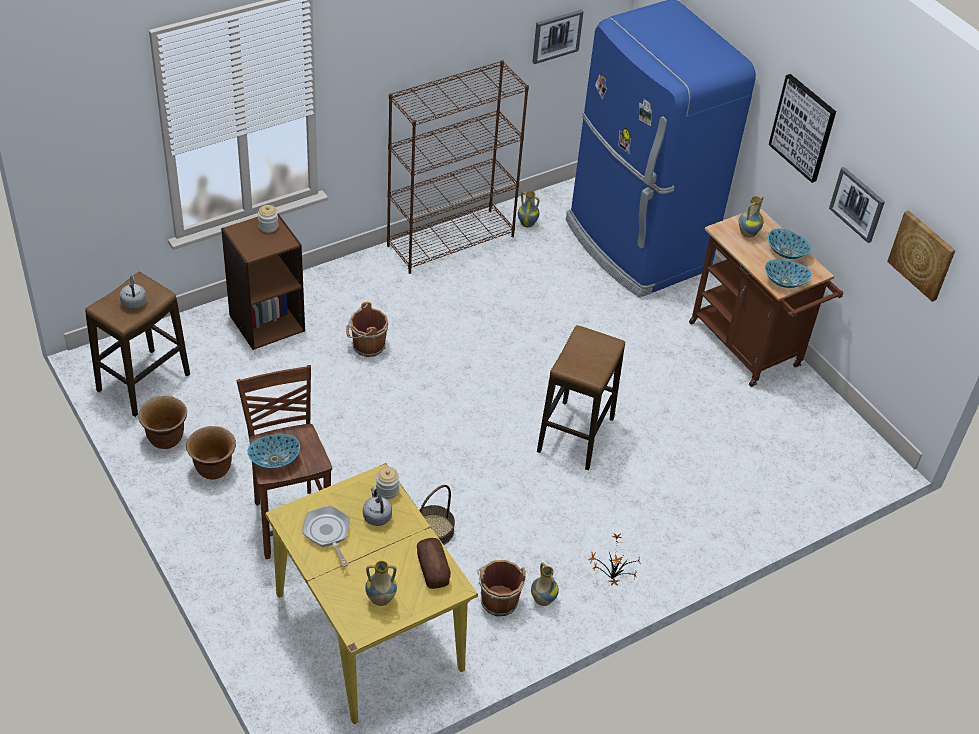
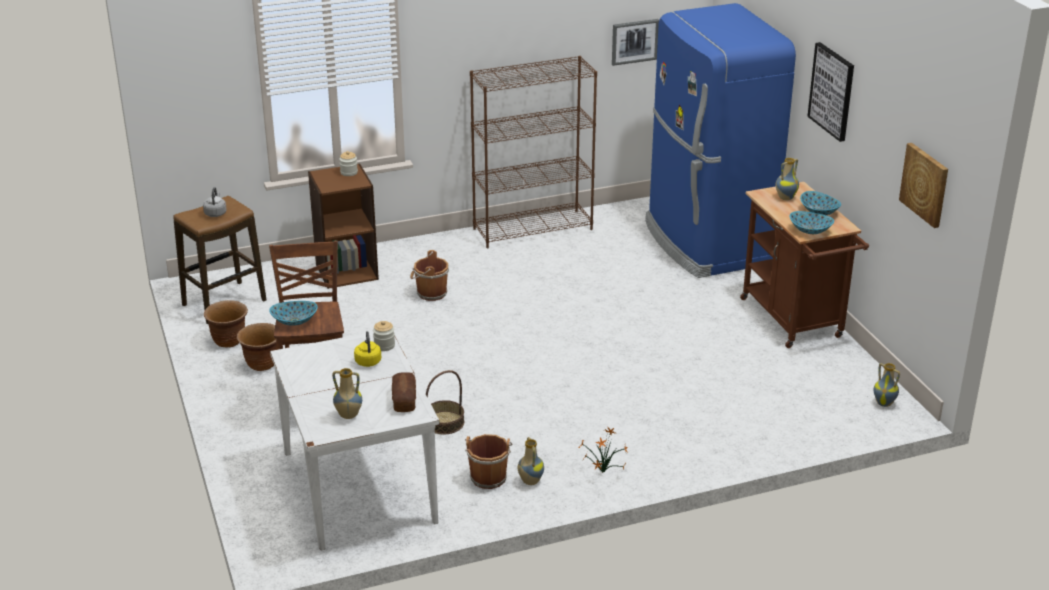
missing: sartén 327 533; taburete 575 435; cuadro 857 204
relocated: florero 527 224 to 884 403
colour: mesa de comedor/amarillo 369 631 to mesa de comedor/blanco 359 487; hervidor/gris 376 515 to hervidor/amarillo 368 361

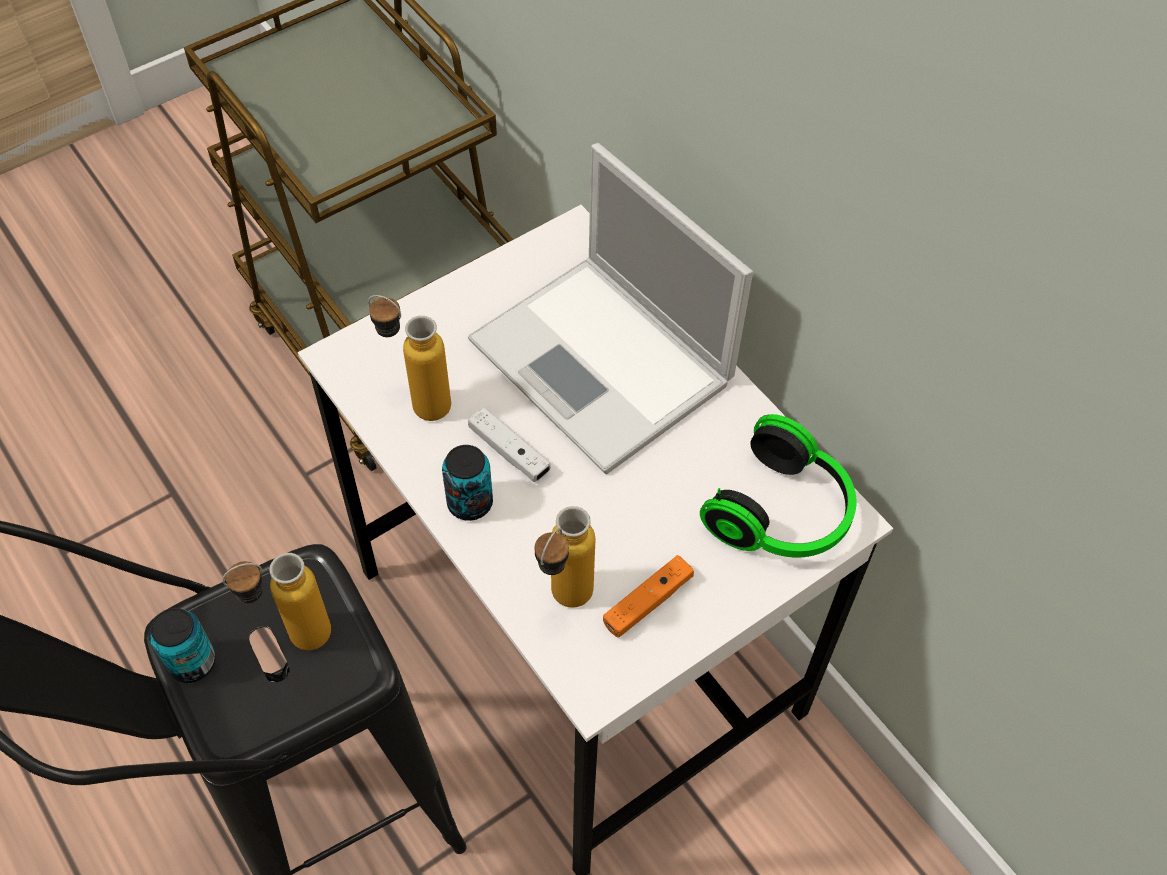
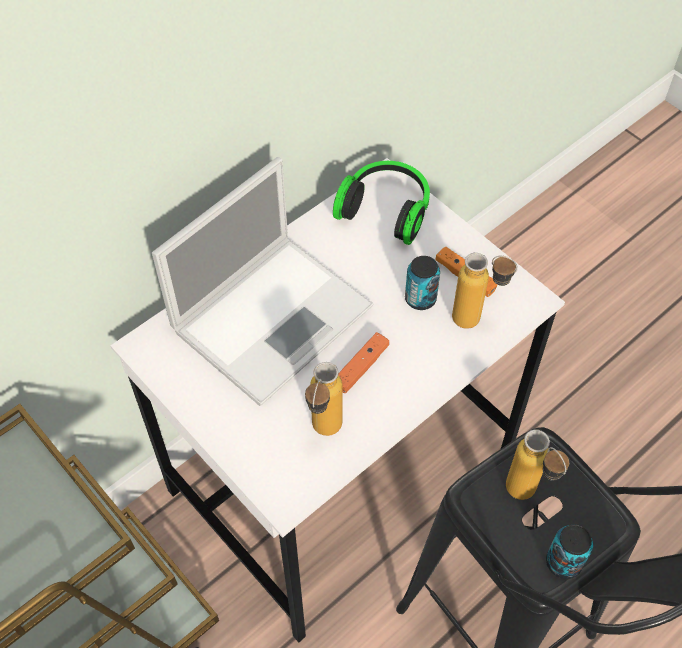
relocated: lata 470 503 to 420 298
colour: mando de consola/blanco 509 452 to mando de consola/naranja 361 367

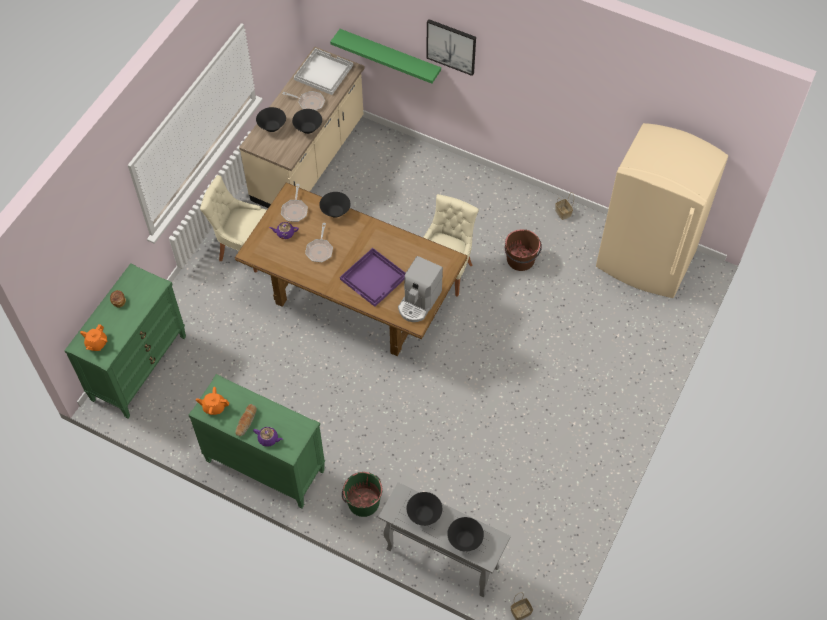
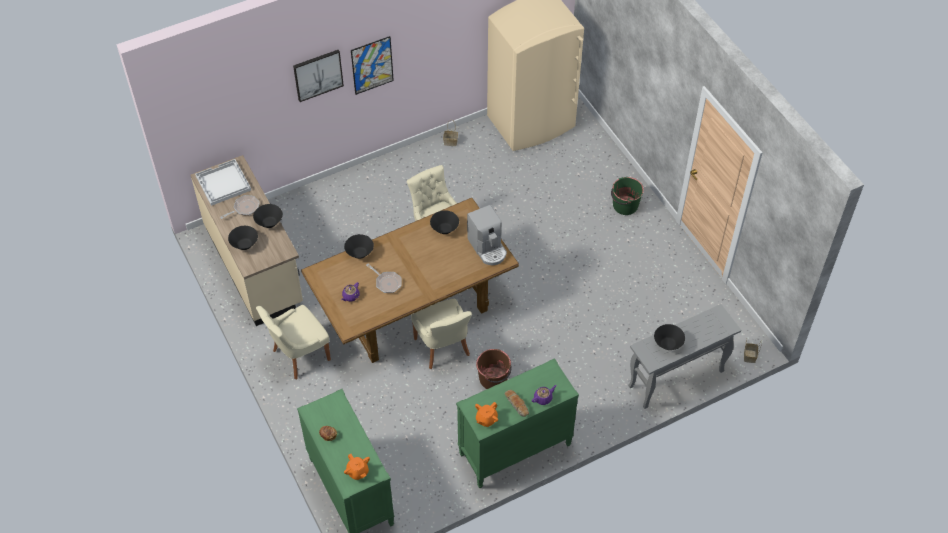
missing: sartén 295 210; estante/verde 390 55; bandeja/morado 374 278
appeared: cuadro 372 65; silla/beis 443 348
relocated: cubo/verde 363 502 to 624 205; cuenco/negro 465 539 to 444 229; cubo/marrón 520 260 to 493 379

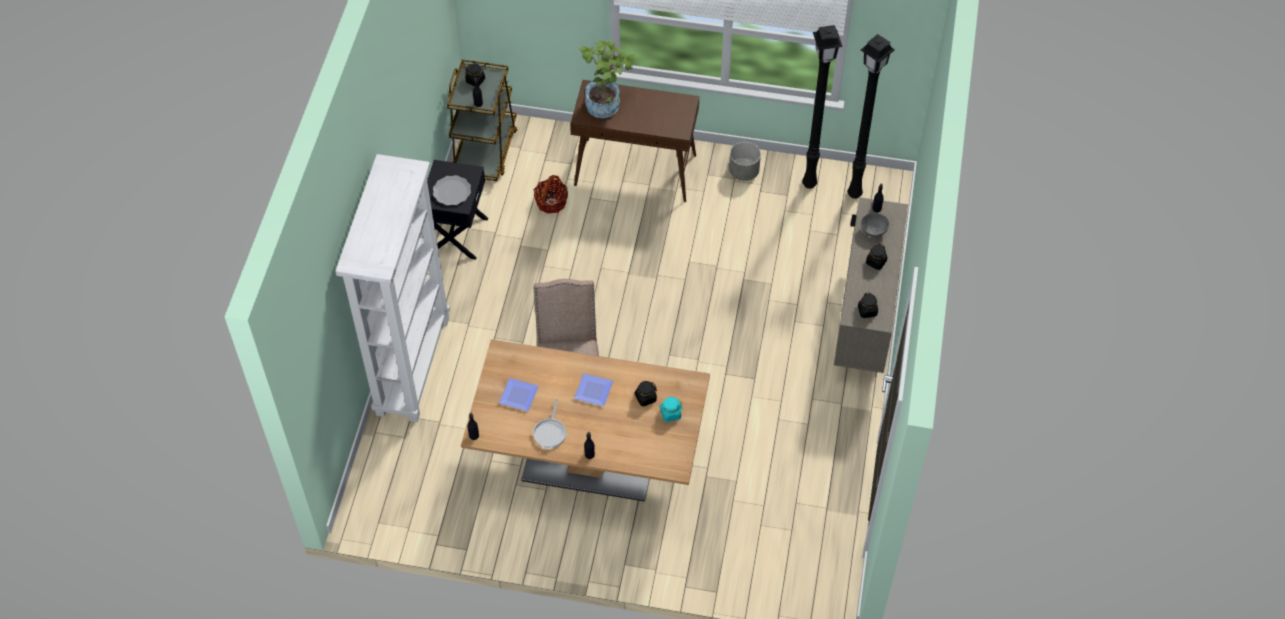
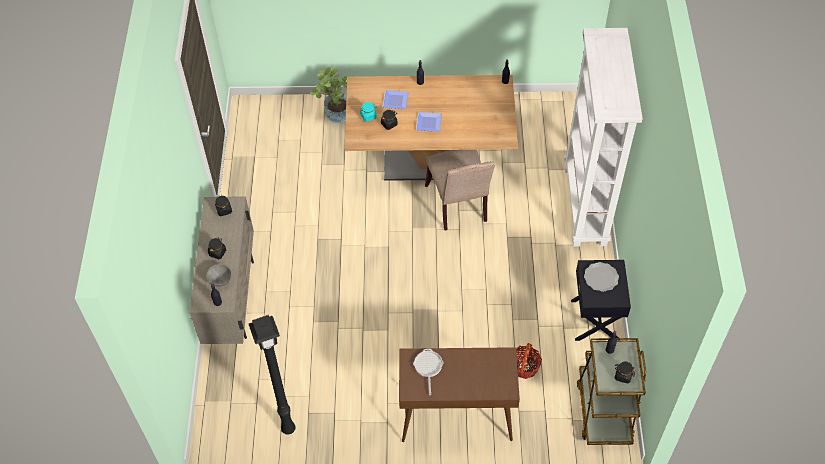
missing: maceta/gris 744 172; lámpara de pie/negro 854 193
relocated: plato 520 395 to 394 101; sartén 550 432 to 428 367; planta en maceta 607 103 to 335 116

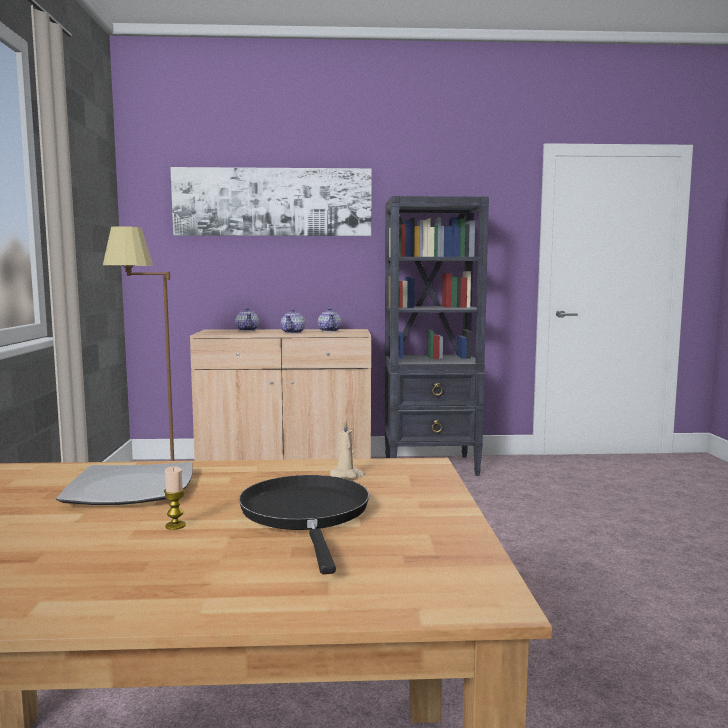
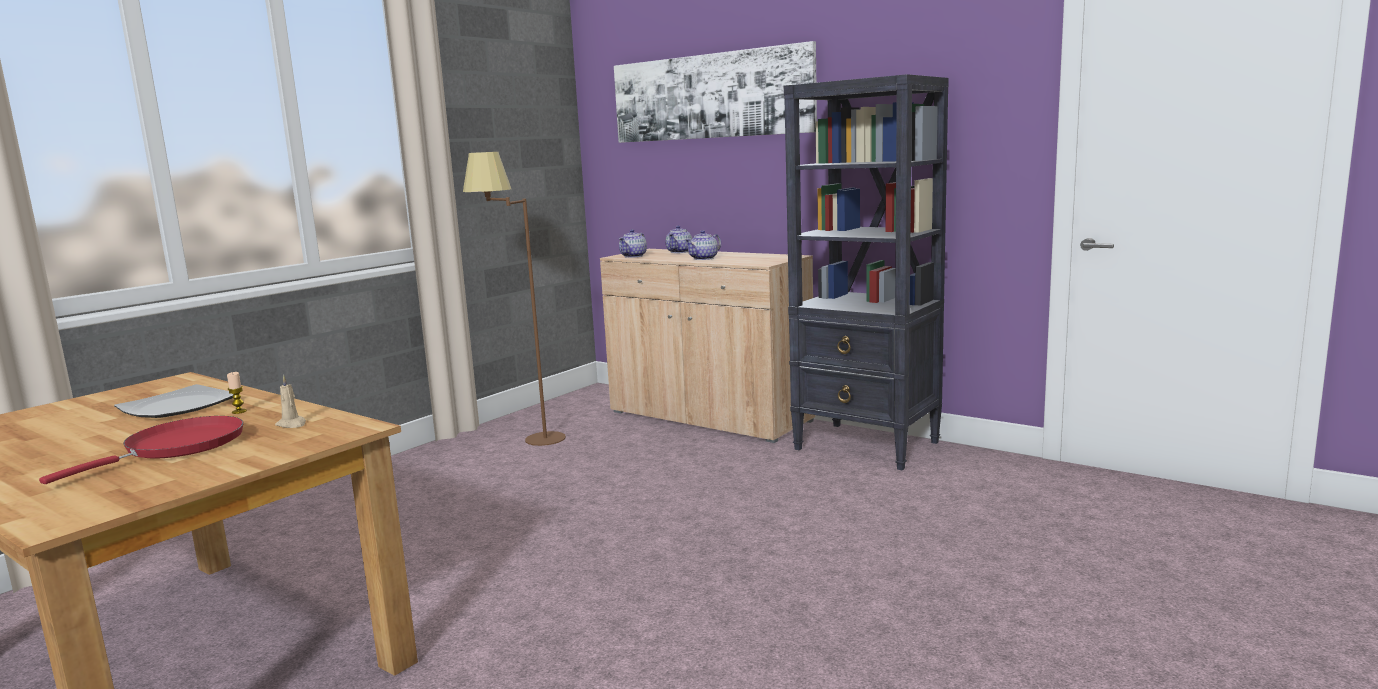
relocated: vela 175 526 to 239 411; tetera 330 331 to 634 256
colour: sartén/negro 306 514 to sartén/rojo 178 447

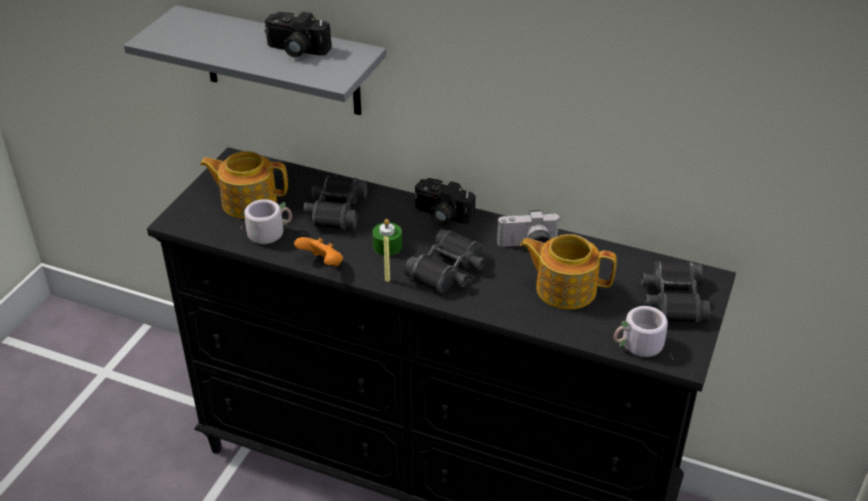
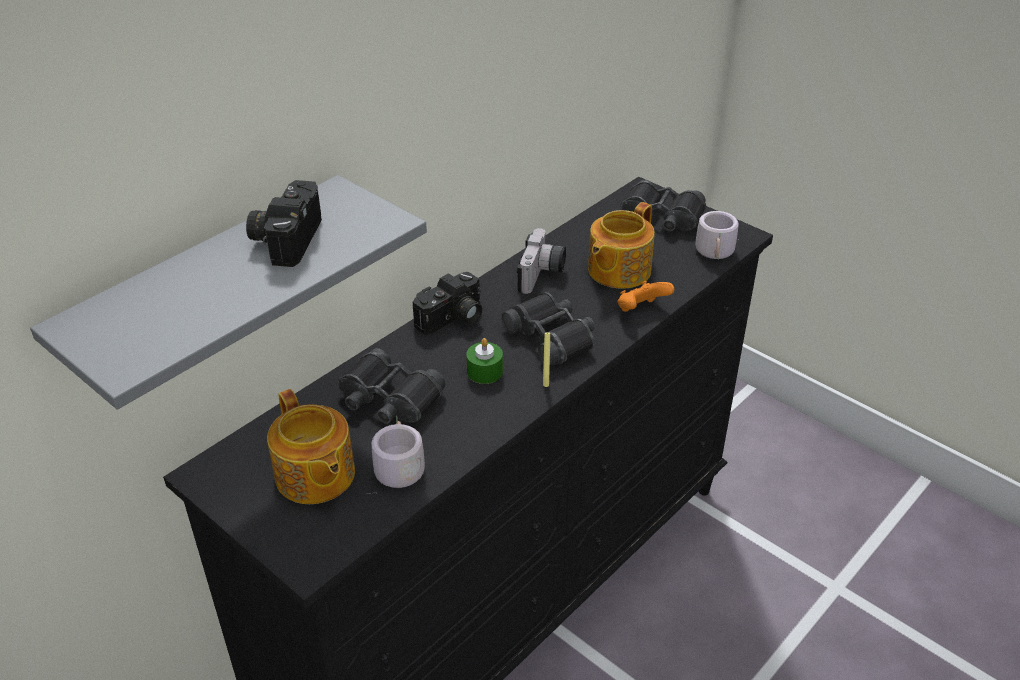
relocated: mando de consola/naranja 322 263 to 641 310
spun: tetera 248 201 = 315 476 60 degrees counterclockwise; cámara 296 50 = 286 238 150 degrees clockwise

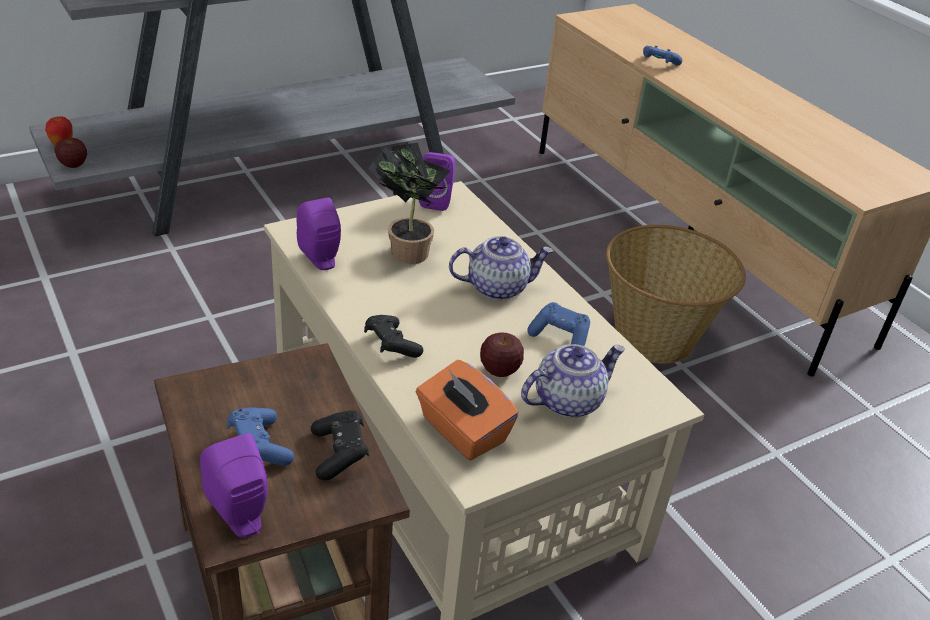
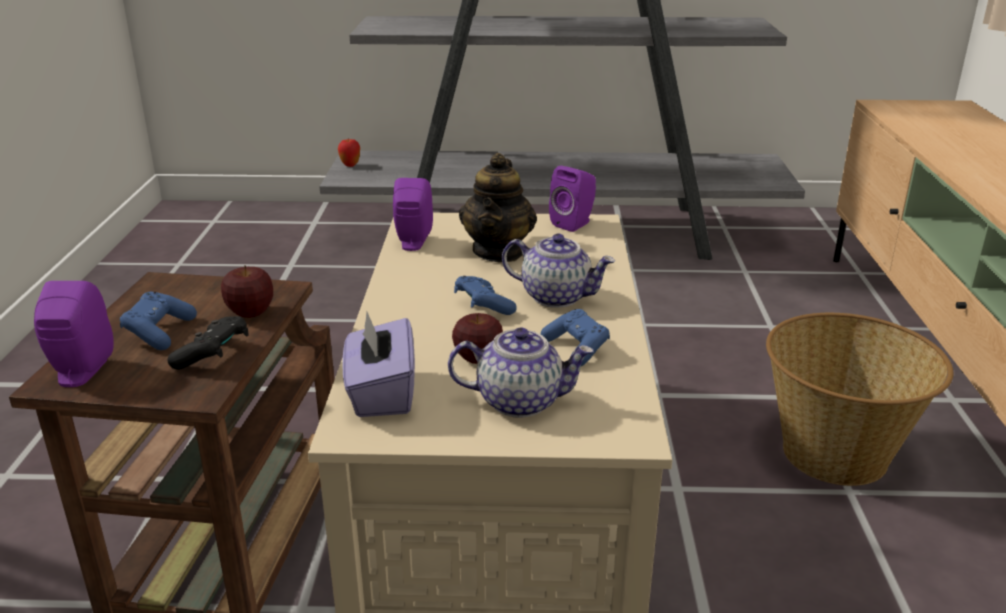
missing: mando de consola/negro 391 346
relocated: manzana 73 165 to 250 313; mando de consola/azul 658 63 to 483 307
exchanged: planta en maceta 406 250 to tetera 498 252
colour: caja de pañuelos/naranja 462 431 to caja de pañuelos/morado 381 393

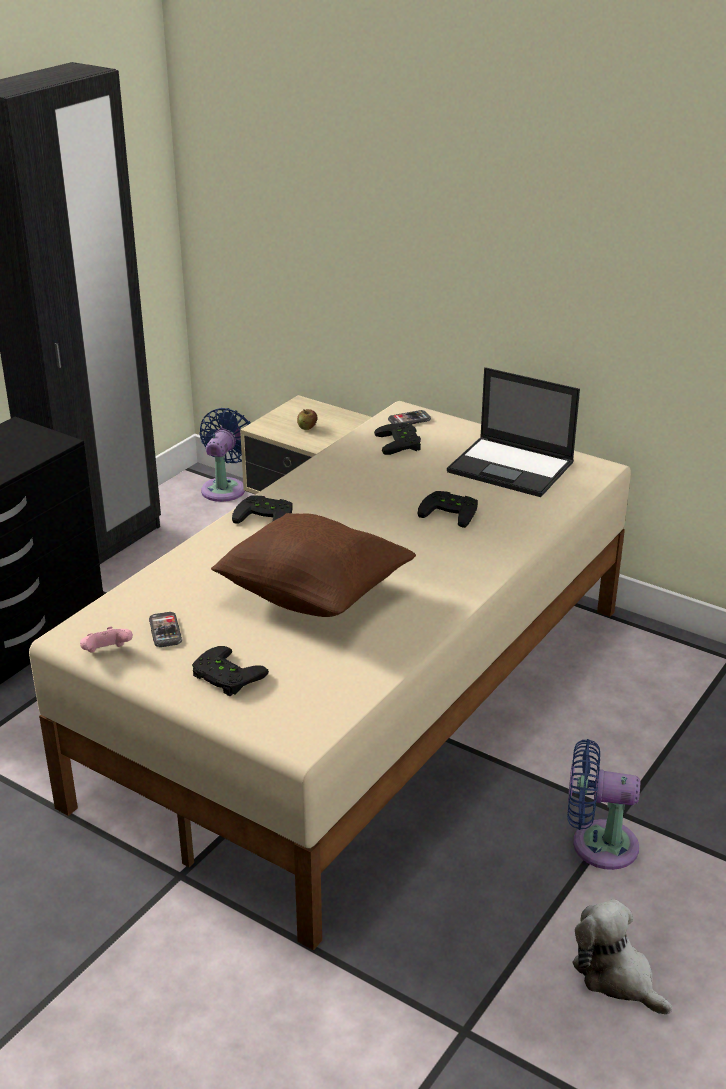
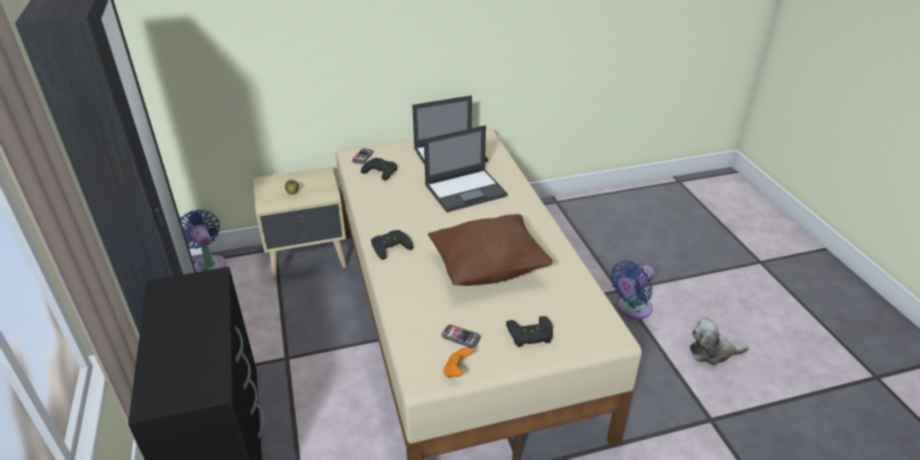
exchanged: mando de consola/negro 451 511 to portátil 466 190
colour: mando de consola/rosa 107 653 to mando de consola/naranja 457 371

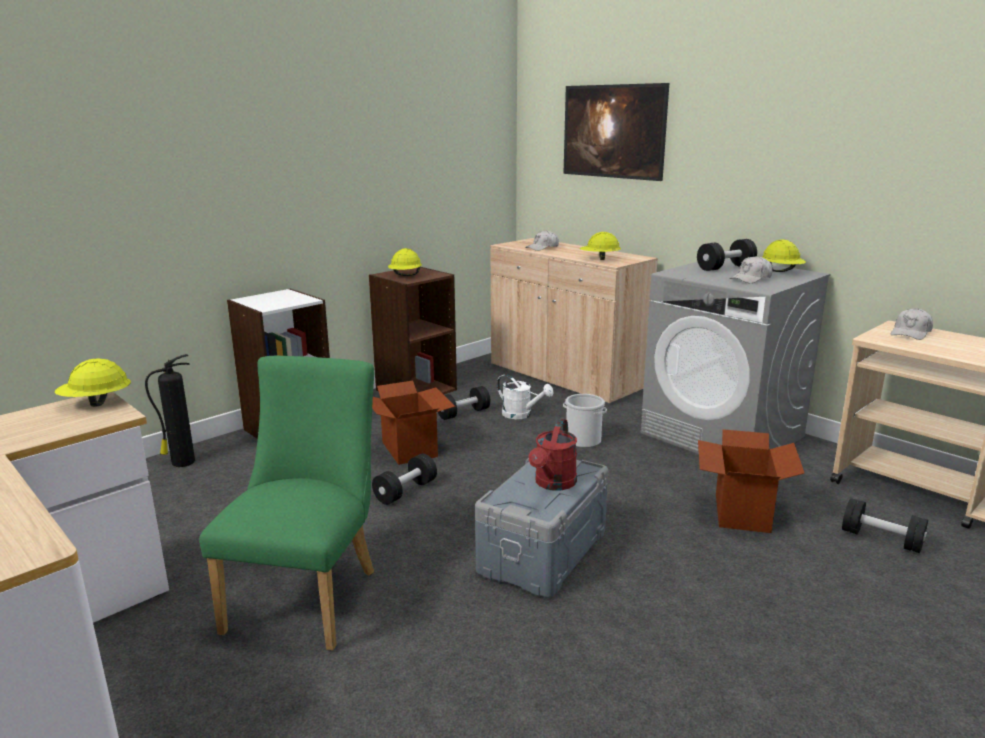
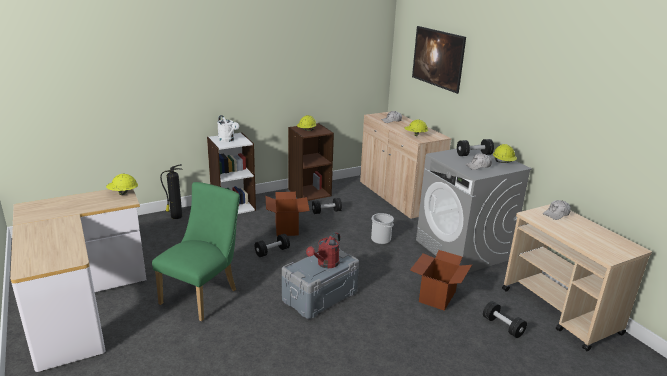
relocated: regadera/blanco 521 415 to 228 140

